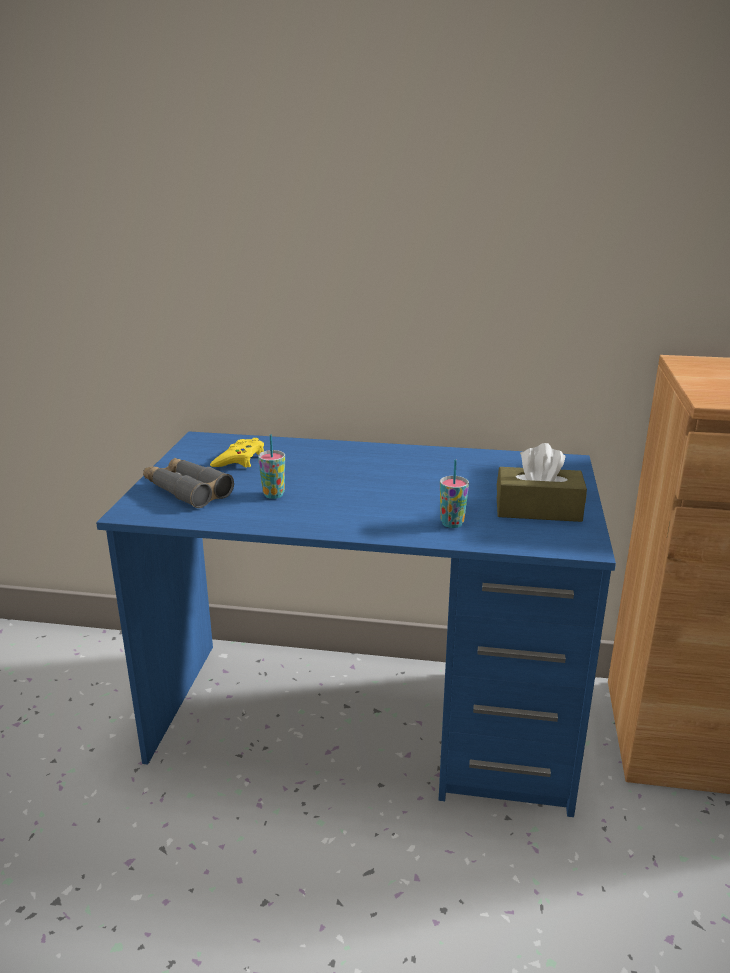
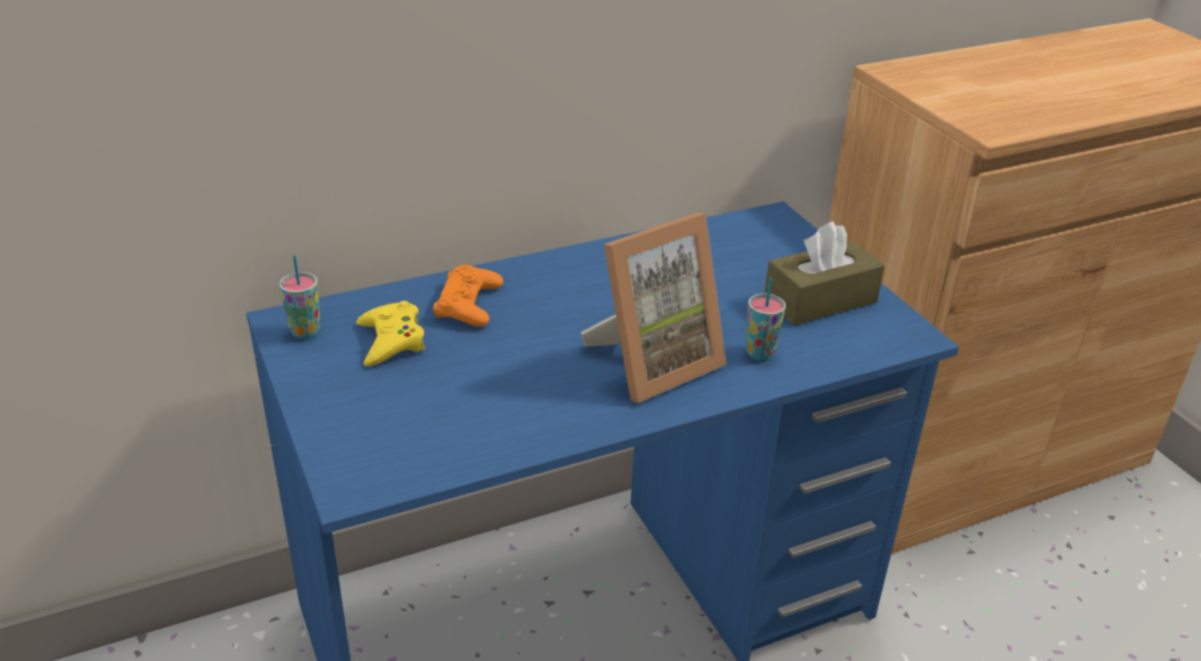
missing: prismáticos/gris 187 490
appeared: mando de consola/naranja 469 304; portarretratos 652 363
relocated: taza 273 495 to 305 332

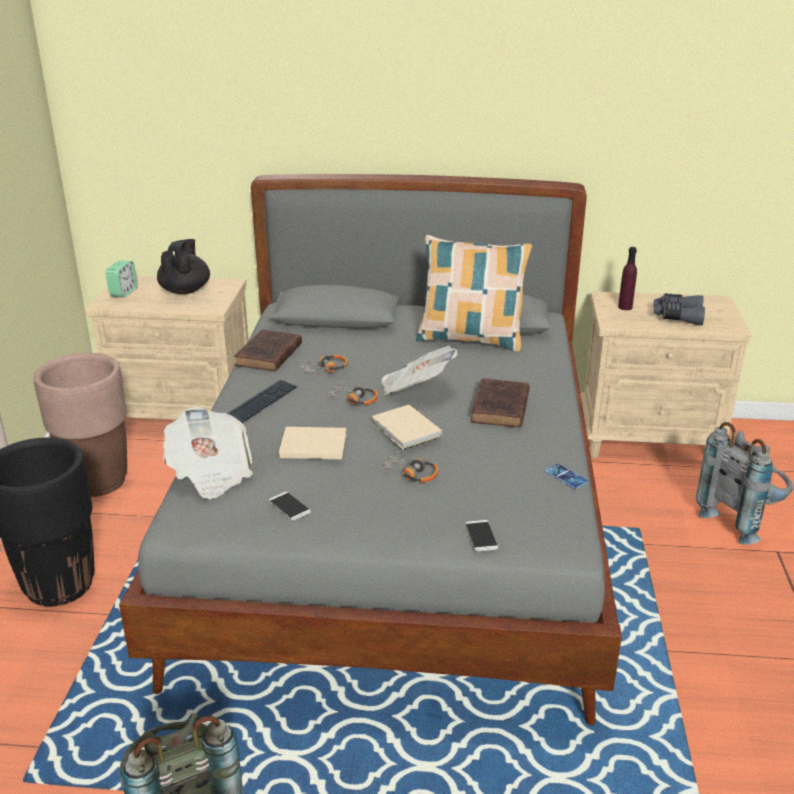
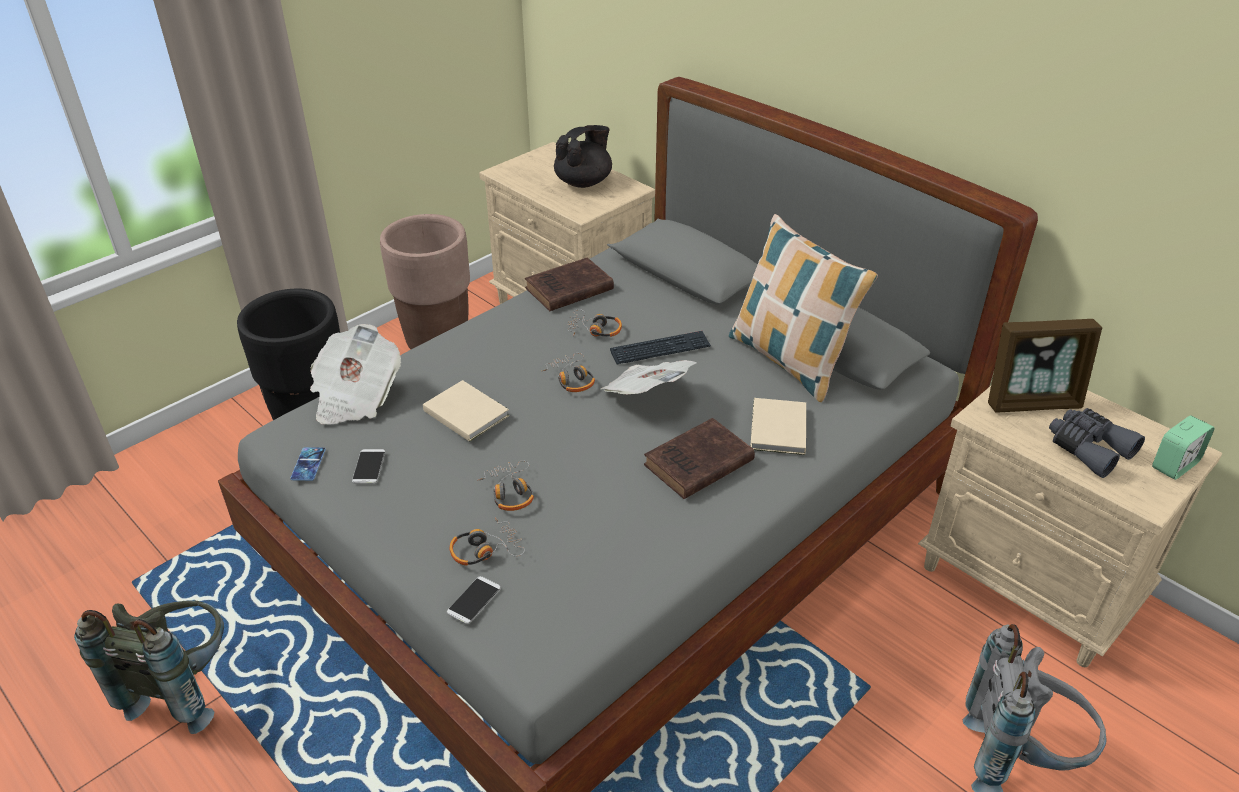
appeared: auriculares 485 549
relocated: despertador 123 292 to 1174 465; teclado 262 403 to 660 349; libro/beis 406 430 to 777 430; móvil 566 476 to 308 464
exchanged: botella/morado 625 307 to portarretratos 1032 402

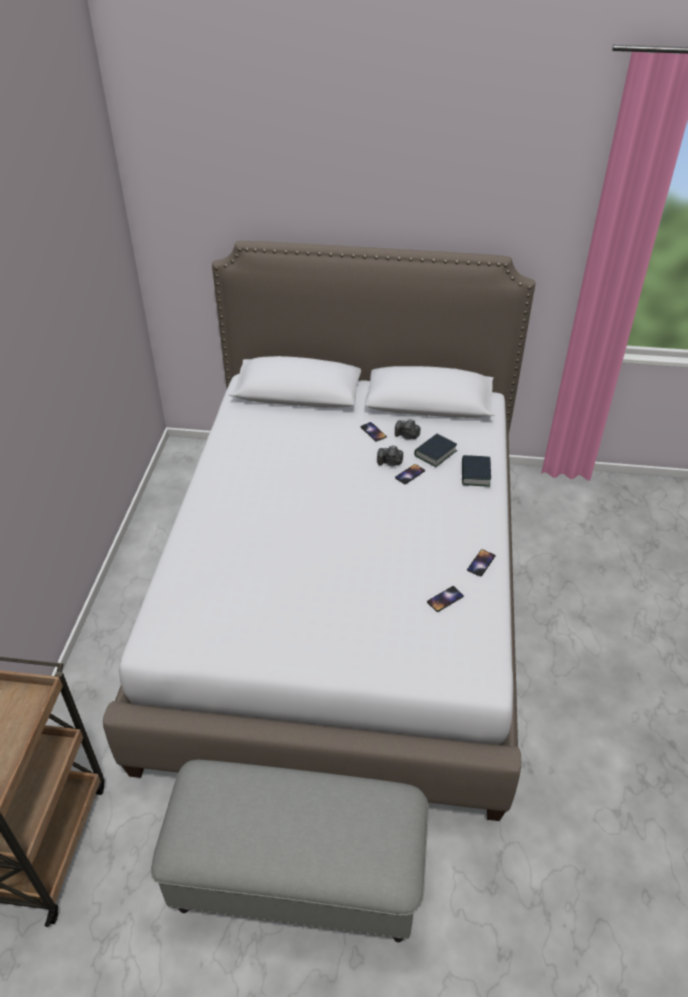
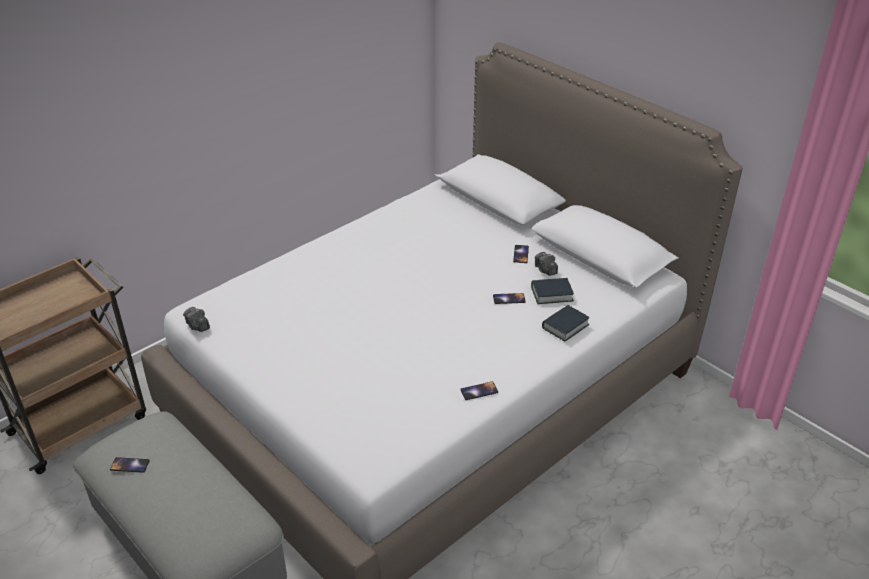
relocated: cámara 390 462 to 197 326; móvil 445 599 to 130 465

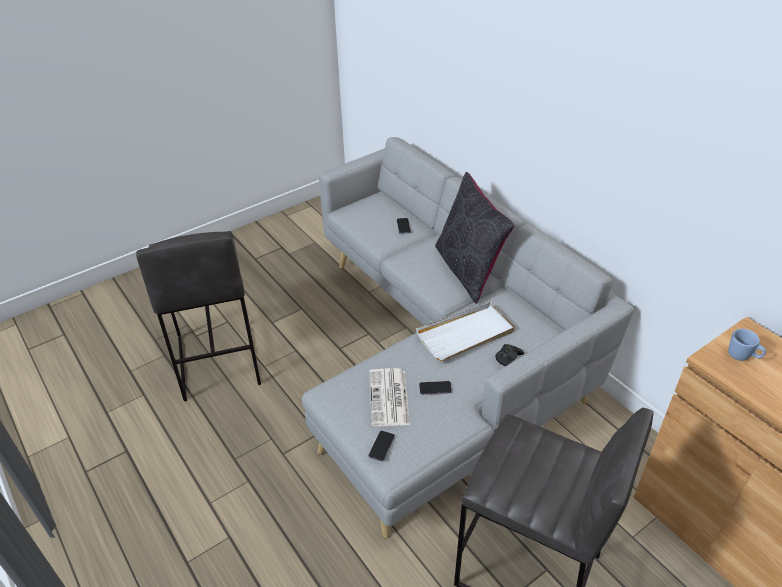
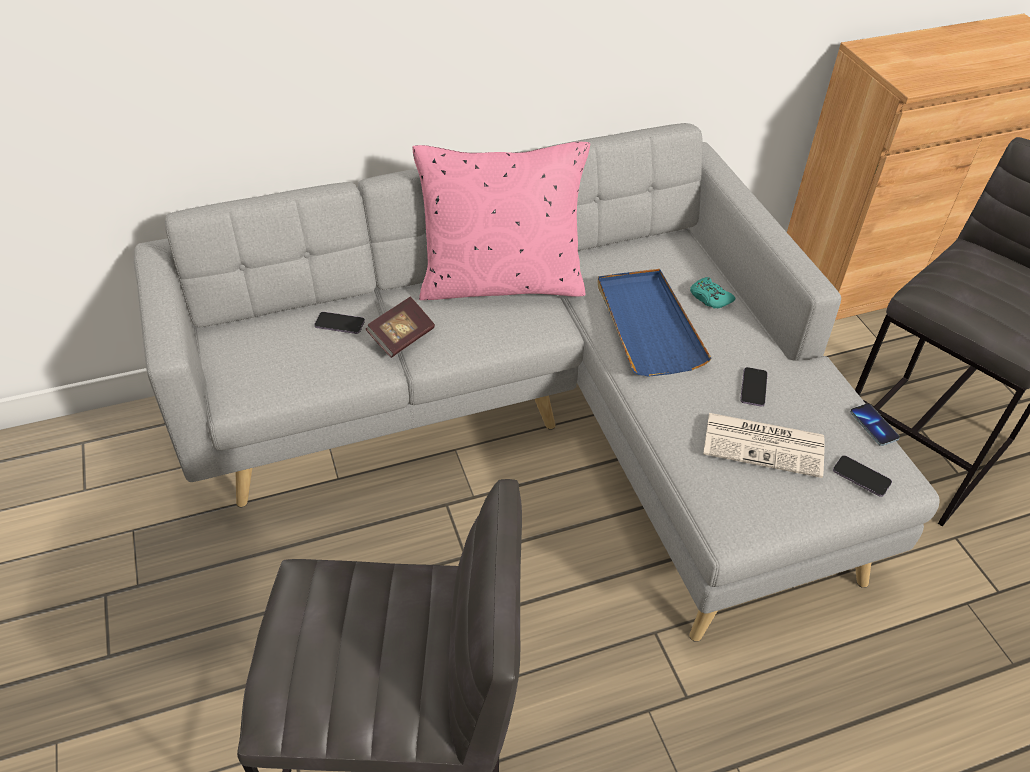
missing: taza grande/azul 742 356
appeared: libro 401 337; móvil 873 425
colour: bandeja/blanco 466 334 to bandeja/azul 647 325; cojín/negro 468 270 to cojín/rosa 501 282; mando de consola/negro 508 358 to mando de consola/turquesa 710 298

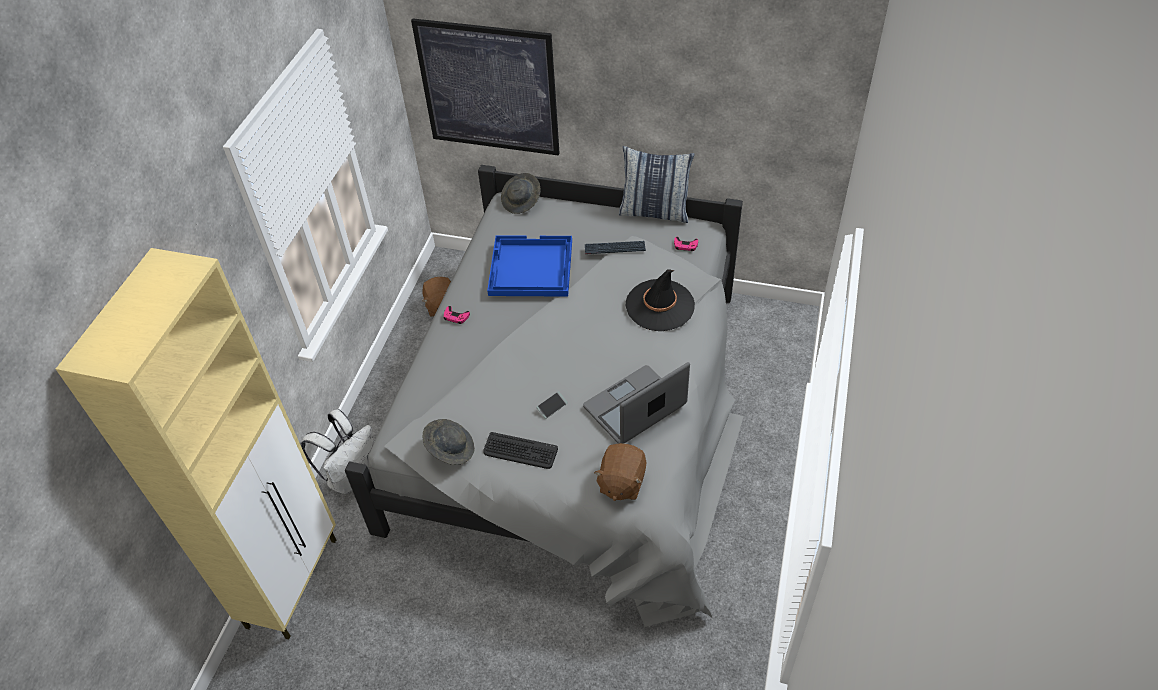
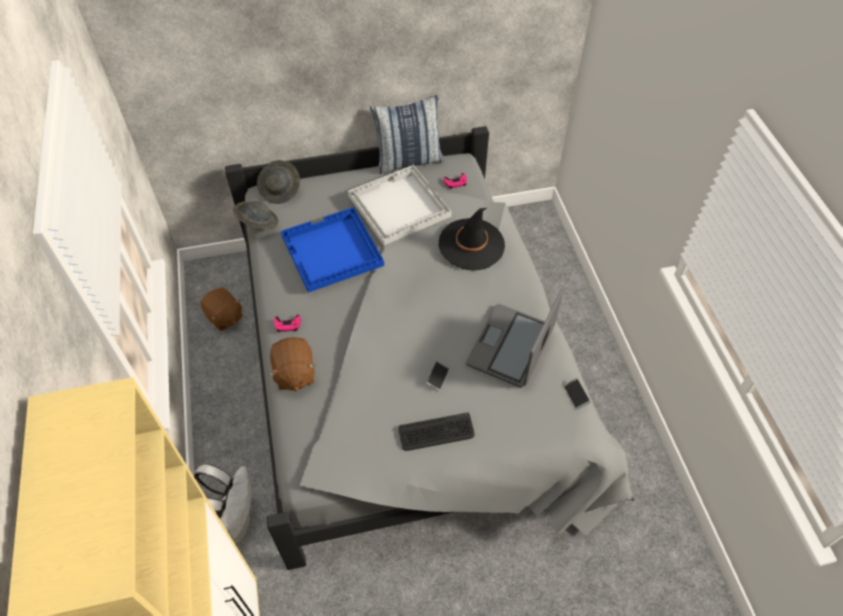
missing: cuadro 489 88
appeared: móvil 576 395
relocated: sombrero/gris 450 449 to 257 223; peluche/marrón 621 482 to 294 373
exchanged: teclado 615 248 to bandeja/blanco 398 206

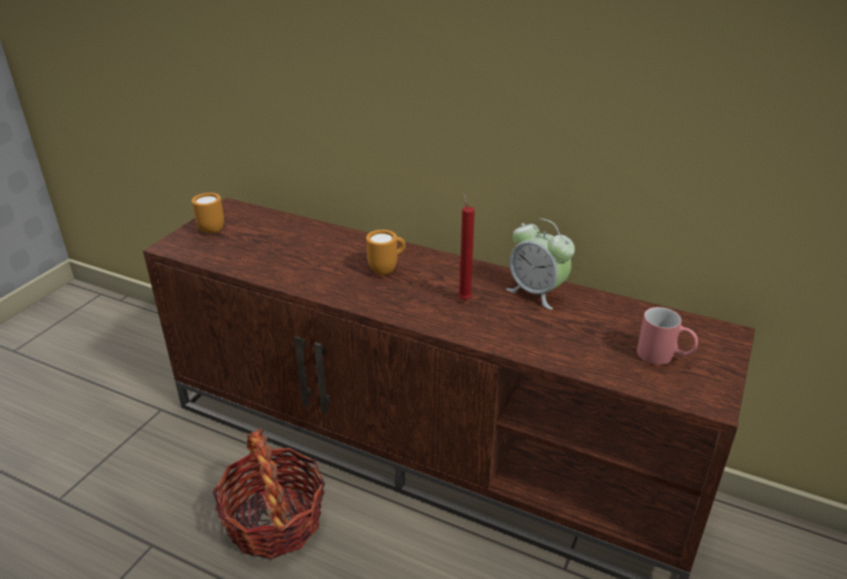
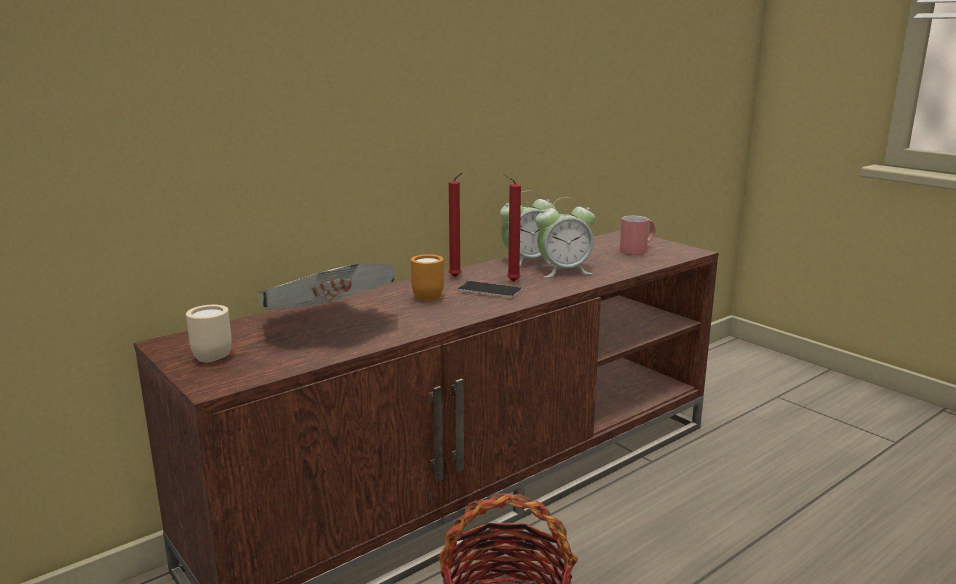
appeared: periódico 329 325; vela/rojo 456 277; móvil 489 290; despertador 564 271
colour: taza grande/naranja 213 228 to taza grande/beis 209 357

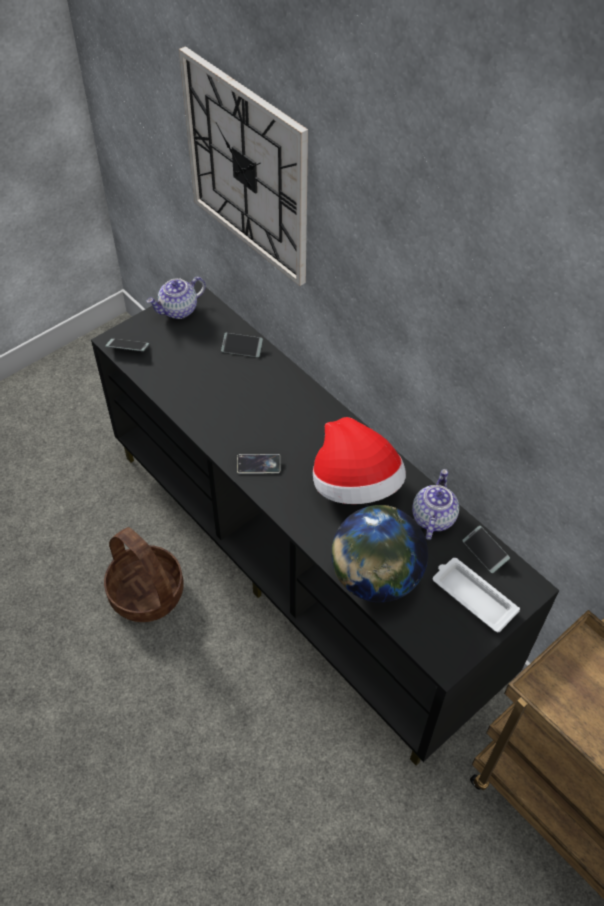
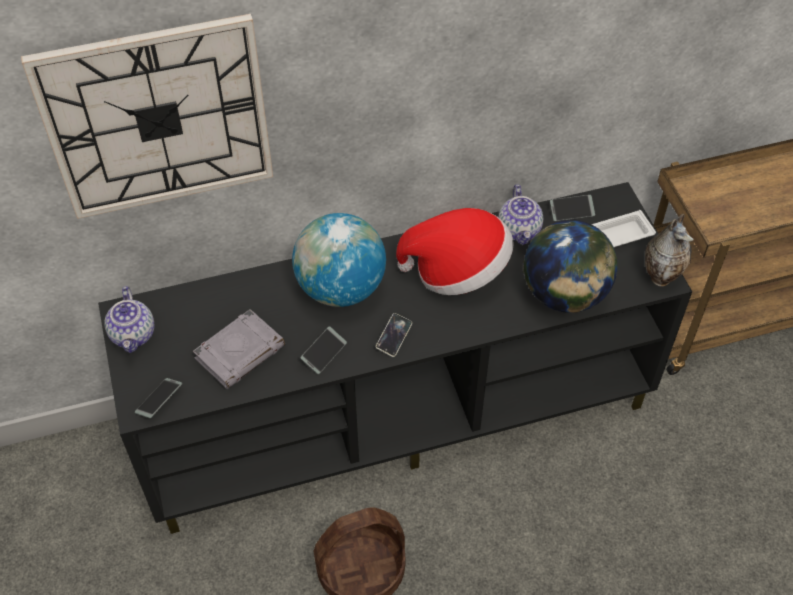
appeared: libro/gris 240 352; globo terráqueo 340 288; florero 661 276
relocated: móvil 242 348 to 324 353
spun: tetera 432 517 = 520 230 135 degrees counterclockwise

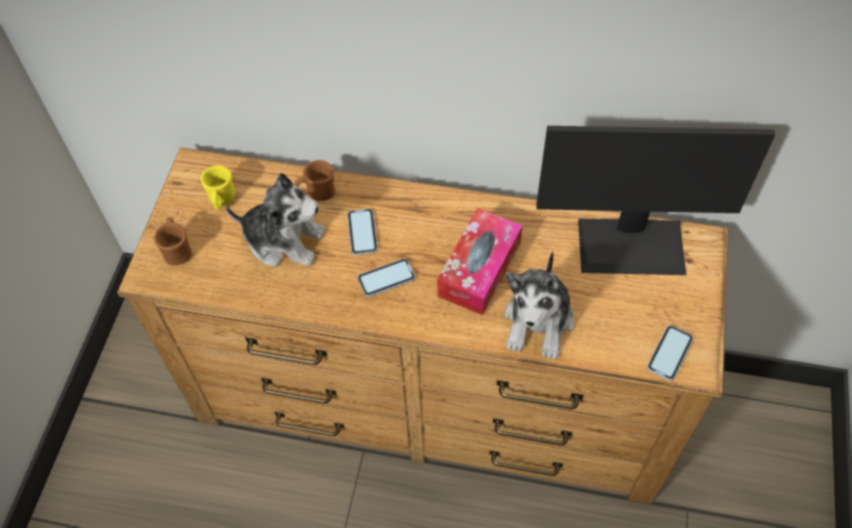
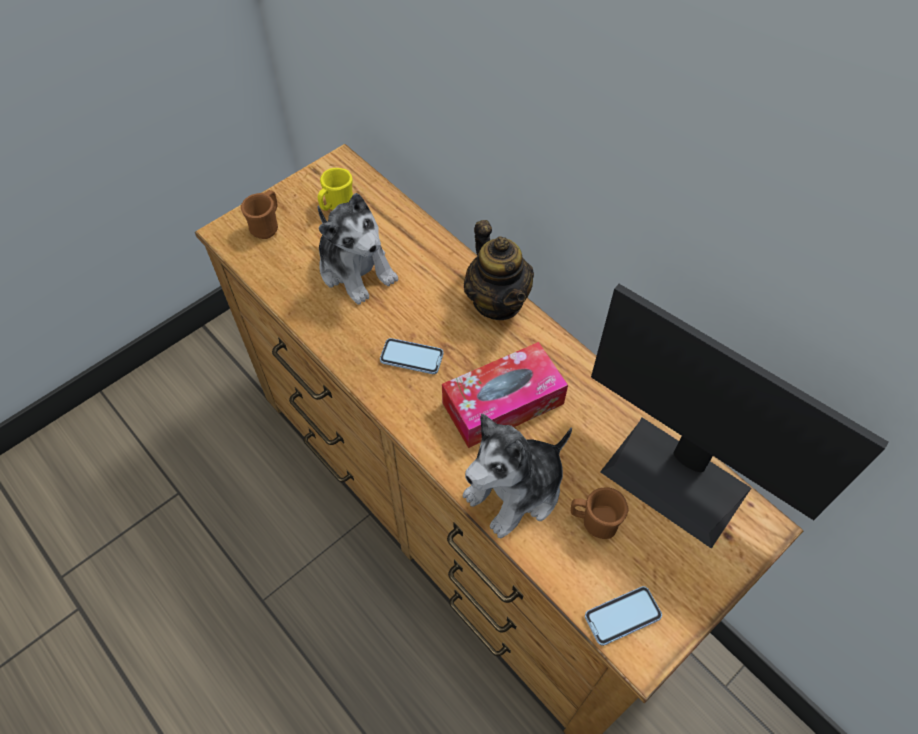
missing: móvil 362 233
appeared: tetera 497 301
relocated: taza grande/marrón 317 193 to 594 521

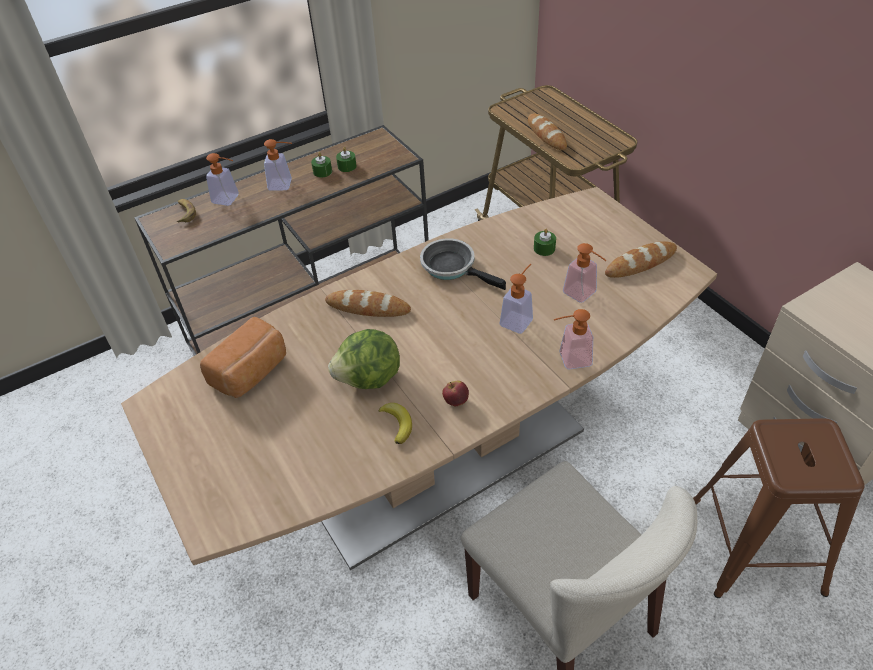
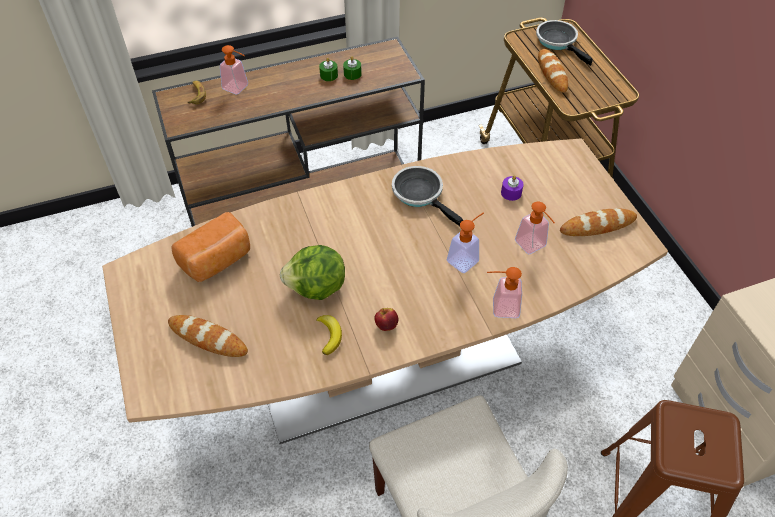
missing: dispensador de jabón 285 185
appeared: sartén 558 42
relocated: pan 368 307 to 208 338
colour: vela/verde 544 248 to vela/morado 511 193

